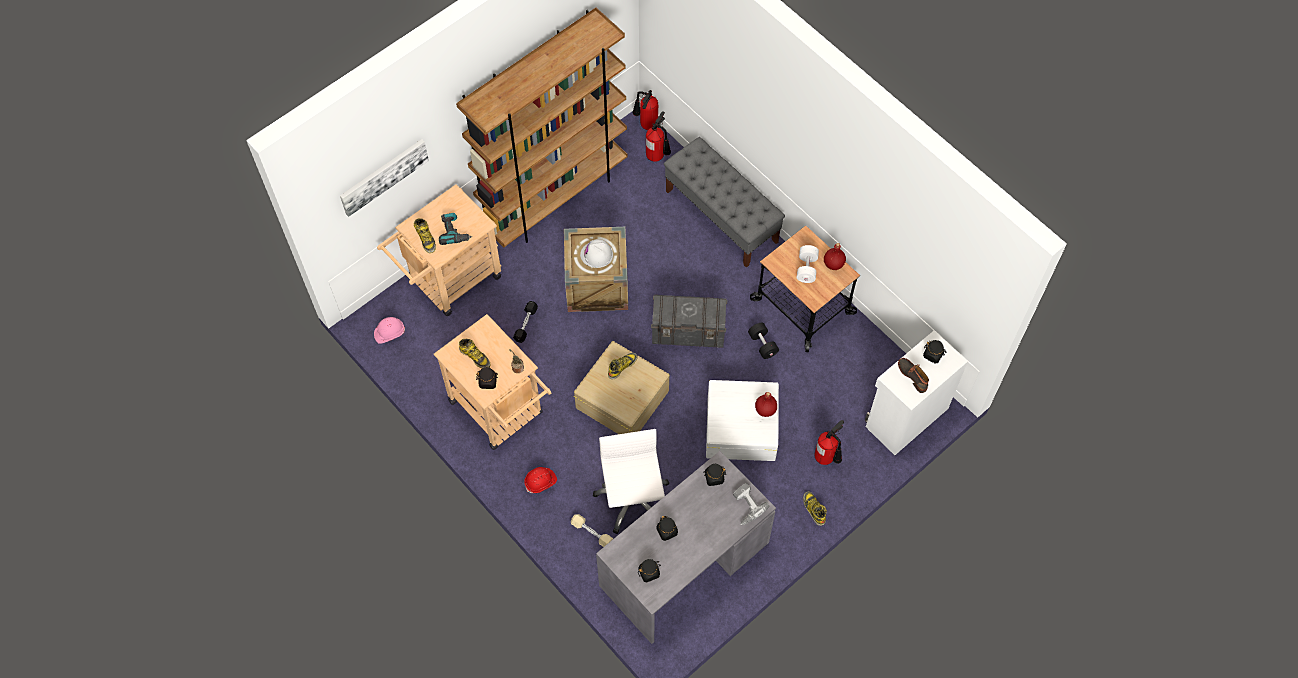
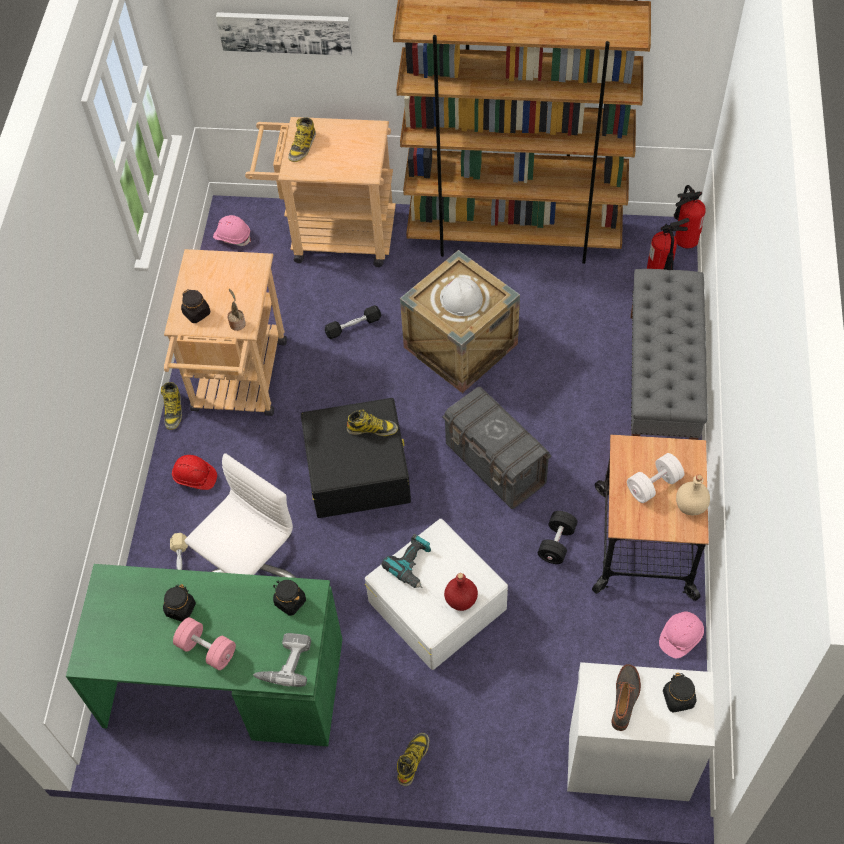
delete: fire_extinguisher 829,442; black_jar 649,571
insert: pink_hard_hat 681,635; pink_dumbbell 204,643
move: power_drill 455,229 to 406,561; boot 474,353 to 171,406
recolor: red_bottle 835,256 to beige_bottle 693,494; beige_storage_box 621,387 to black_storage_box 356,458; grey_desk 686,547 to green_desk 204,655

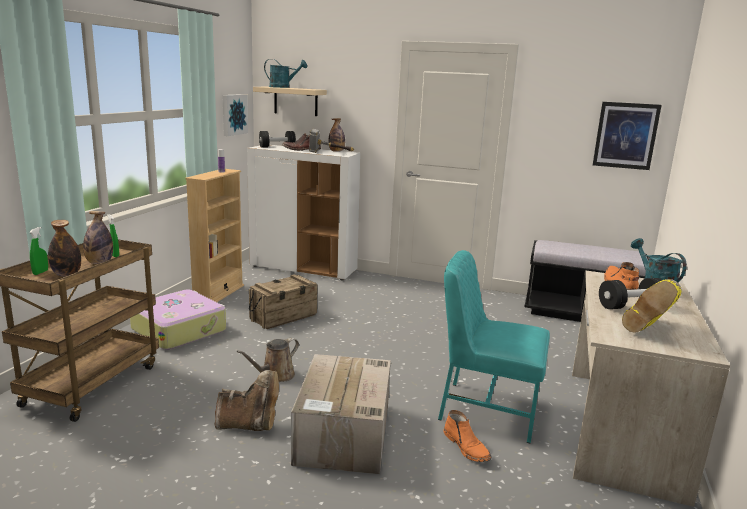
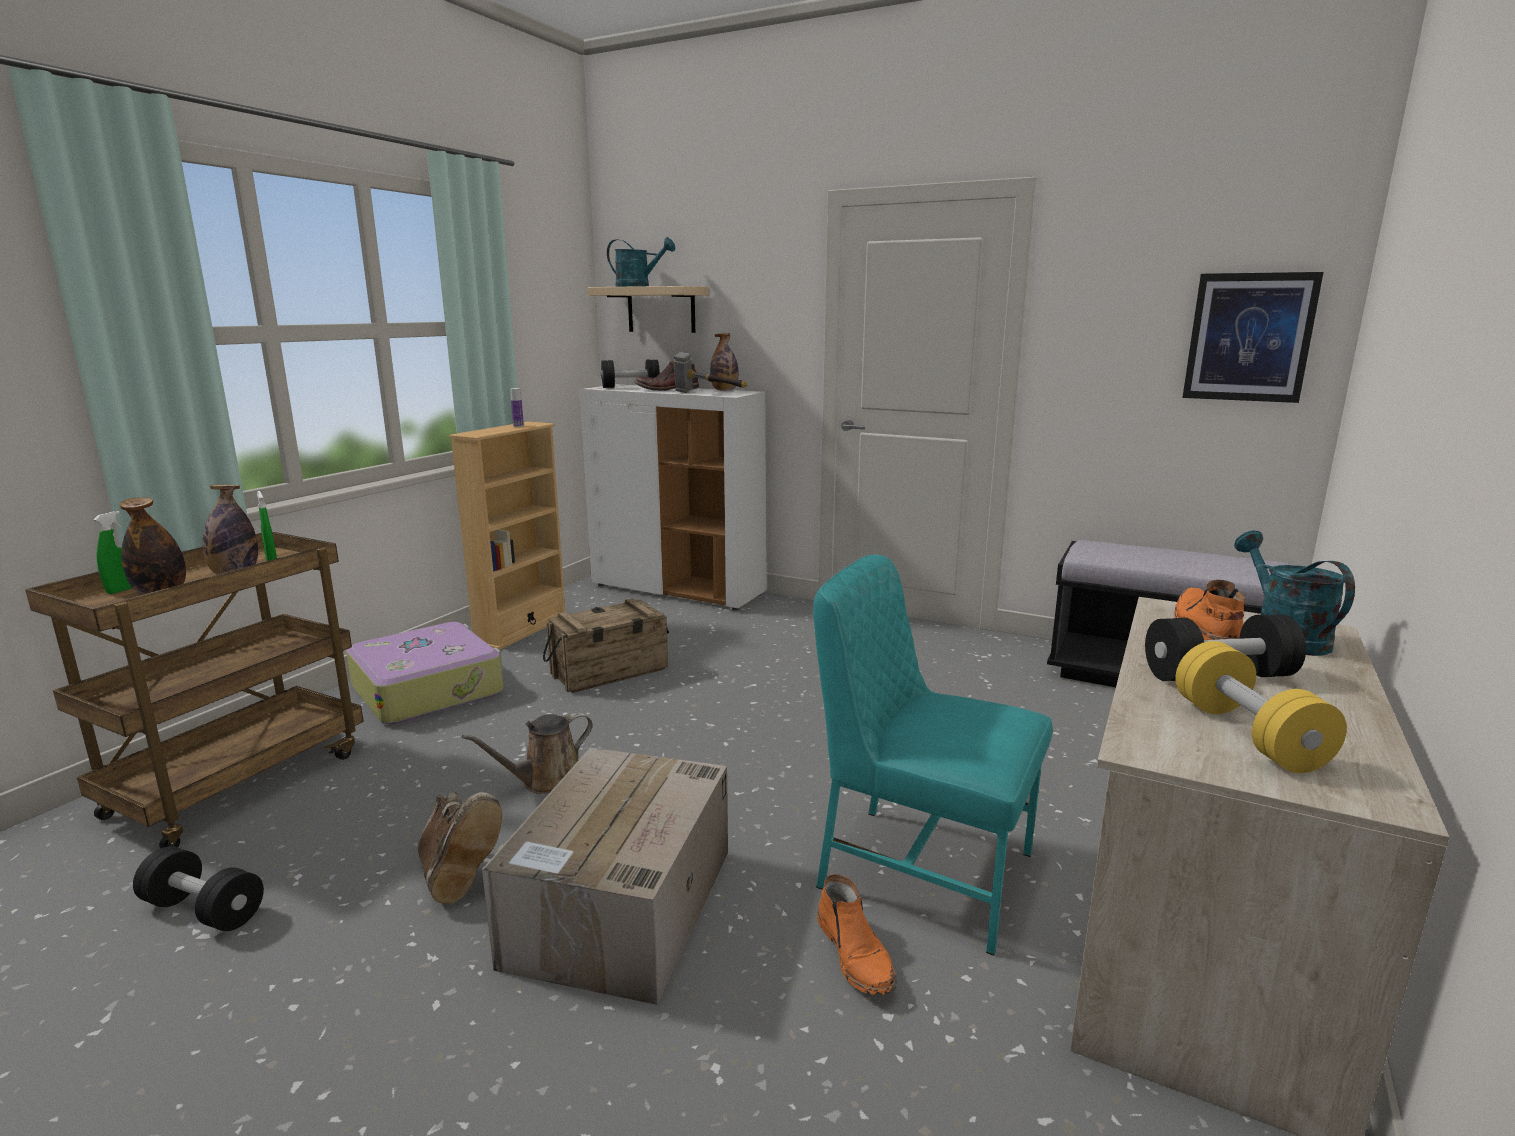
delete: picture 235,115
insert: black_dumbbell 198,888
replace: yellow_boot 652,305 to yellow_dumbbell 1261,707
rotate: brown_boot 246,400 = 460,848 45 degrees clockwise

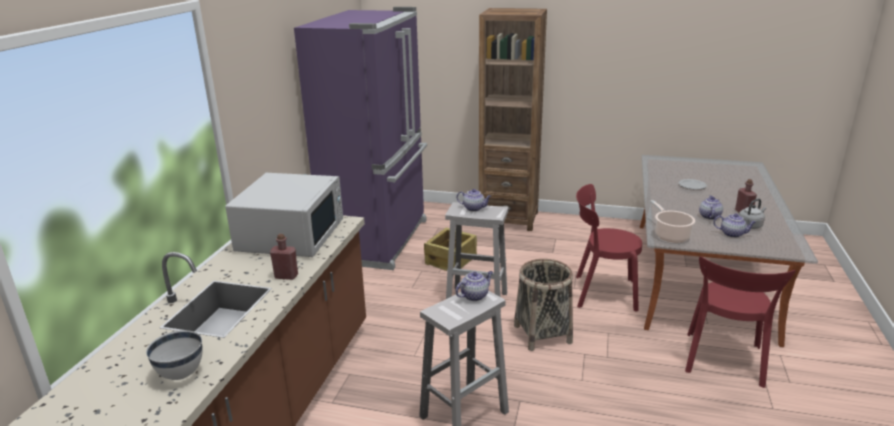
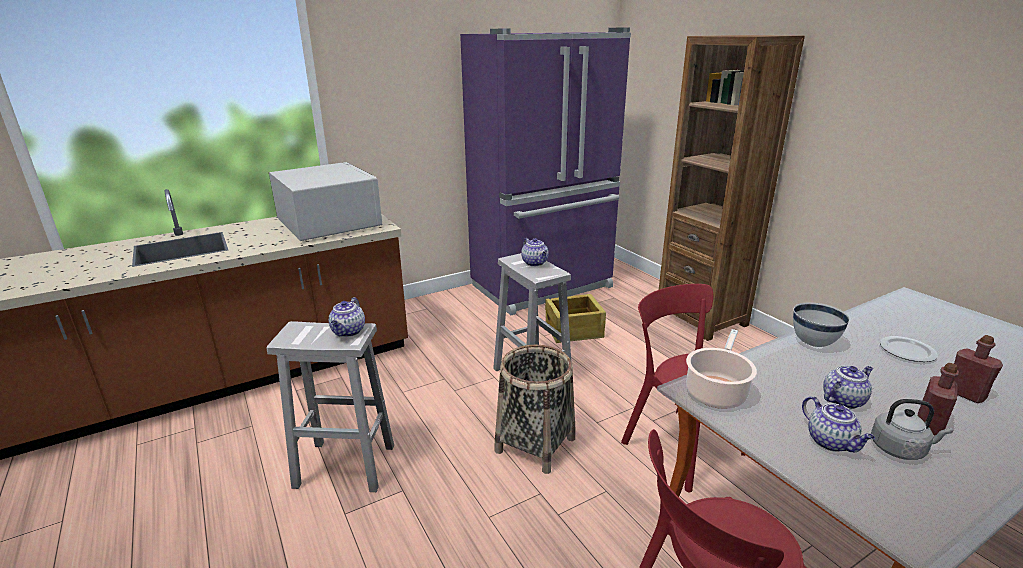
move: red_bottle 284,257 to 978,369; white_bowl 174,355 to 821,324
rotate: white_microwave 284,215 = 325,201 90 degrees counterclockwise; teapot 474,286 = 347,317 90 degrees clockwise

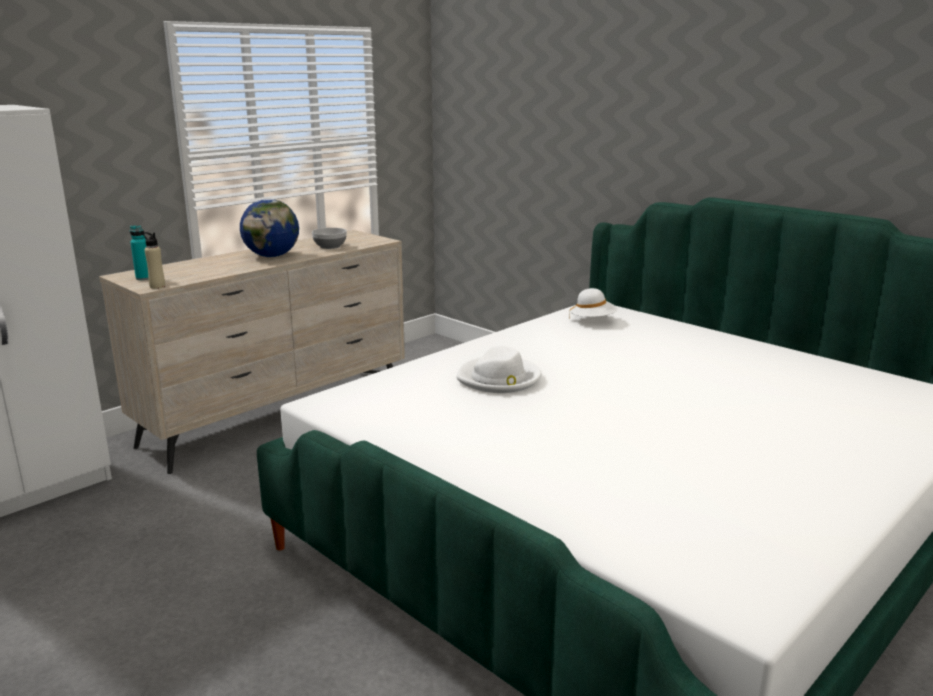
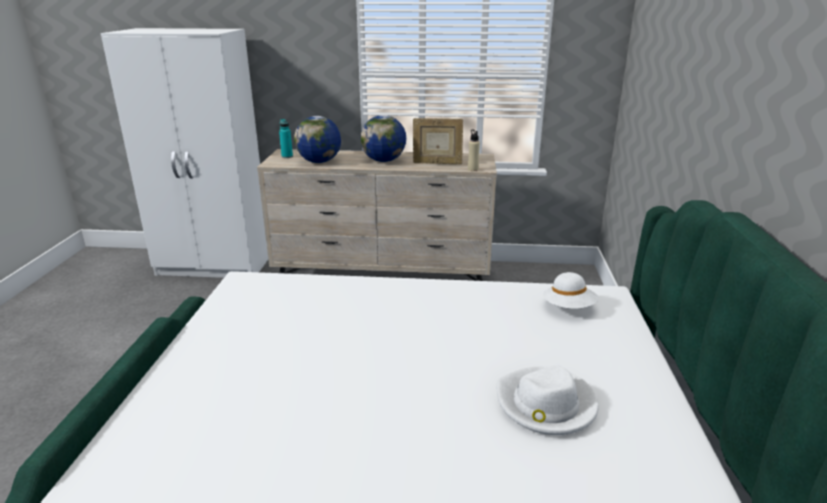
insert: globe 317,139
move: beige_bottle 154,260 to 474,150; white_hat 499,369 to 548,400
replace: bowl 329,238 to picture_frame 438,141

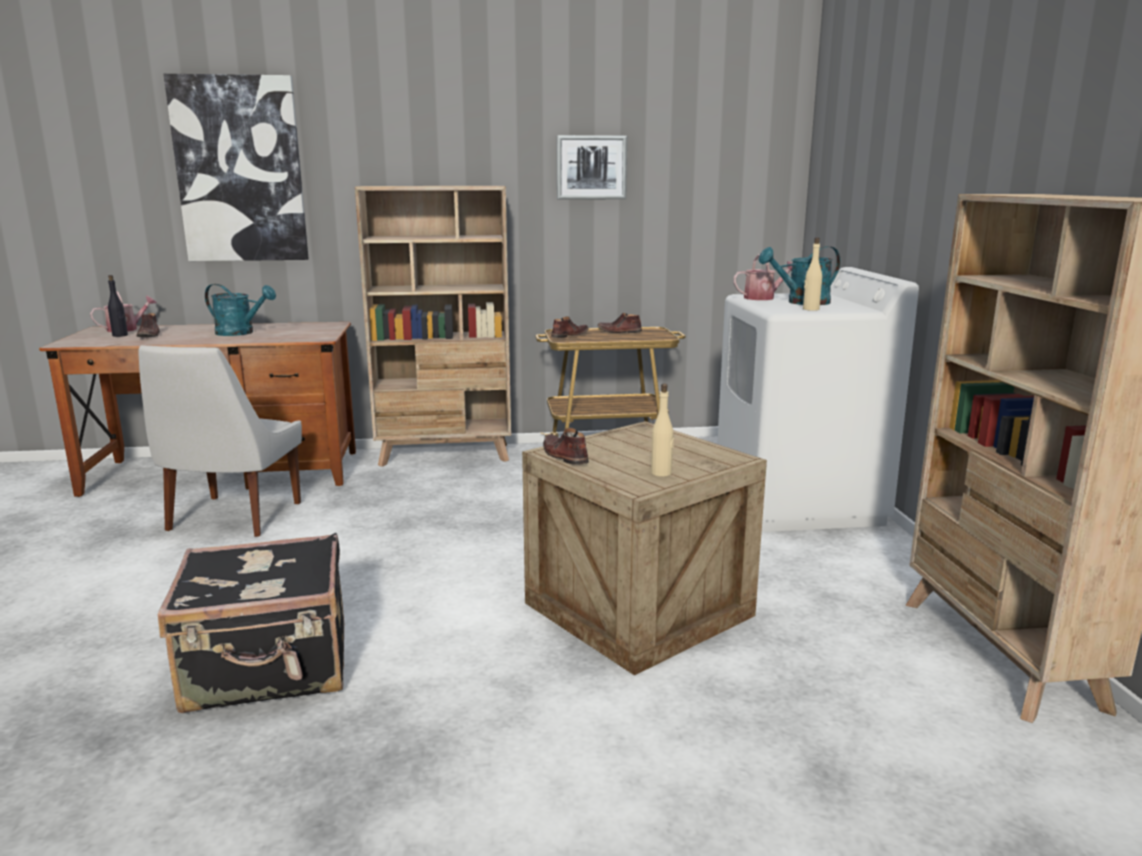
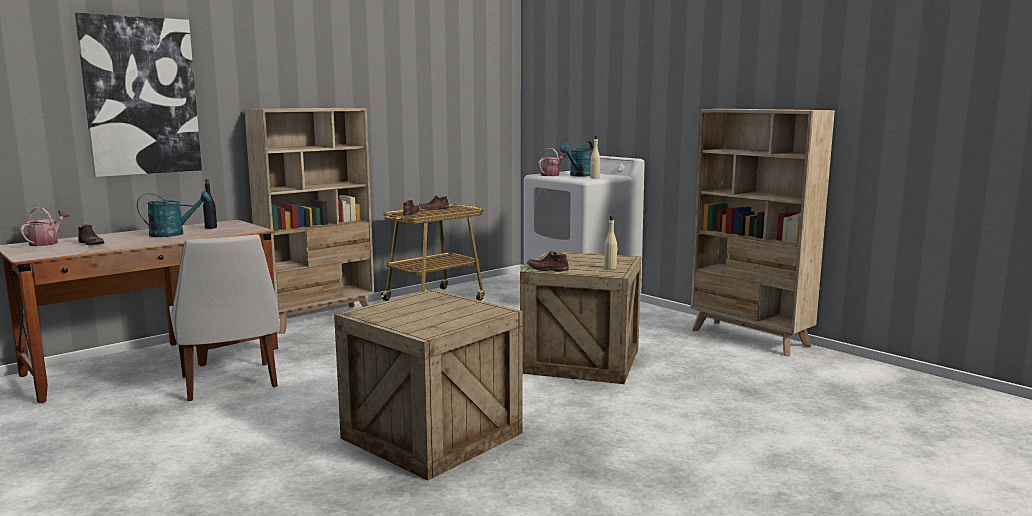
delete: picture 592,167
move: black_bottle 118,306 to 210,204
replace: black_suitcase 251,623 to crate 428,384

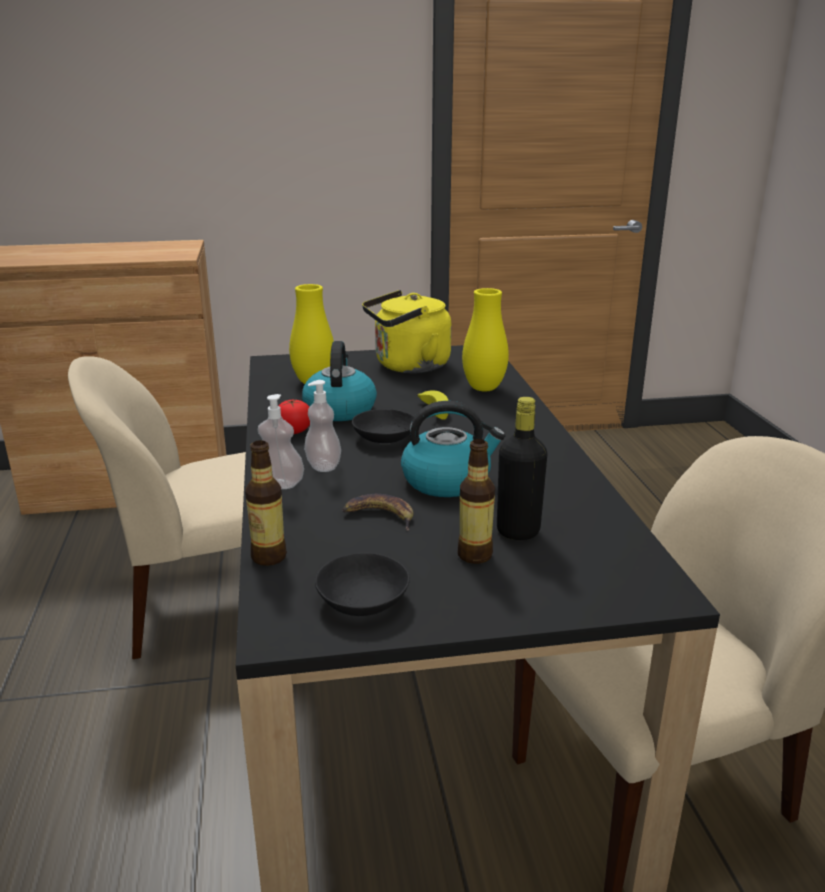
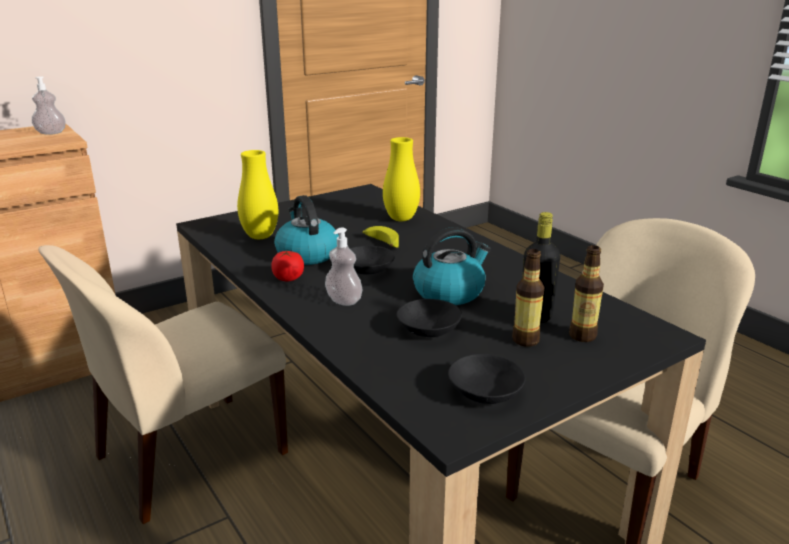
delete: yellow_kettle 406,331
move: soap_dispenser 281,441 to 49,105; bottle 266,503 to 586,293
replace: banana 378,512 to black_bowl 429,318

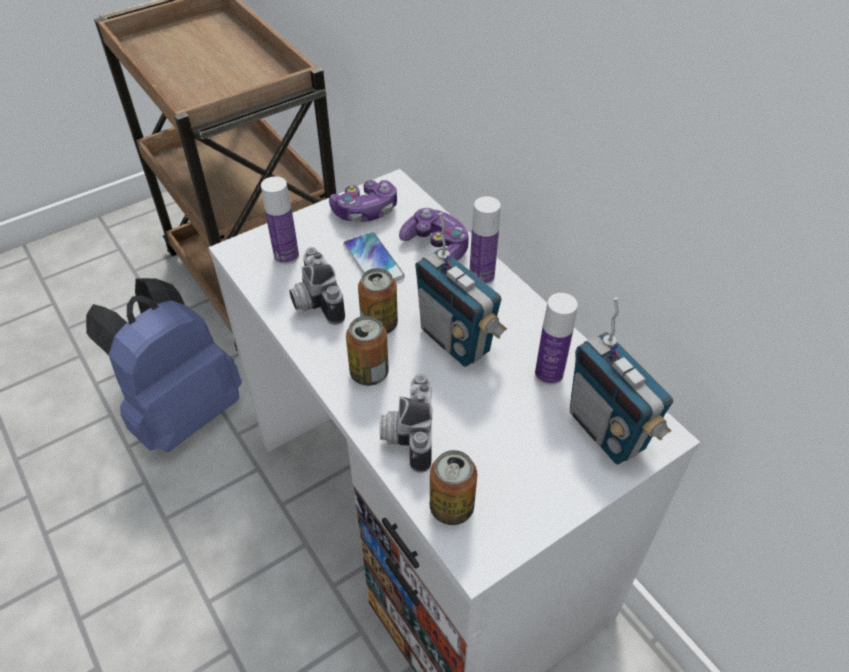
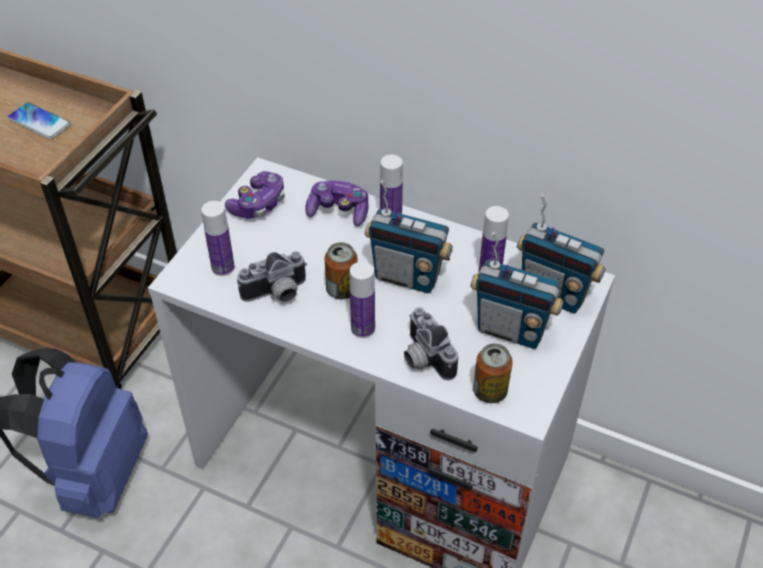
insert: radio 517,290
move: phone 374,256 to 39,120
replace: can 367,351 to bottle 362,300
rotate: photo_camera 317,286 = 272,276 60 degrees counterclockwise

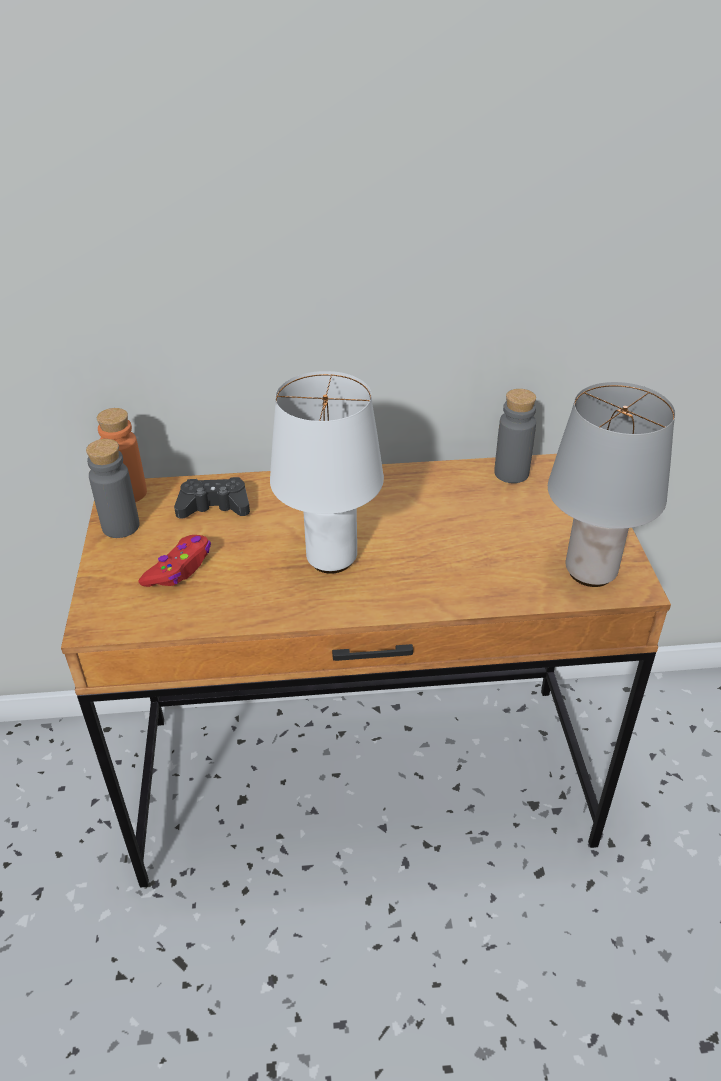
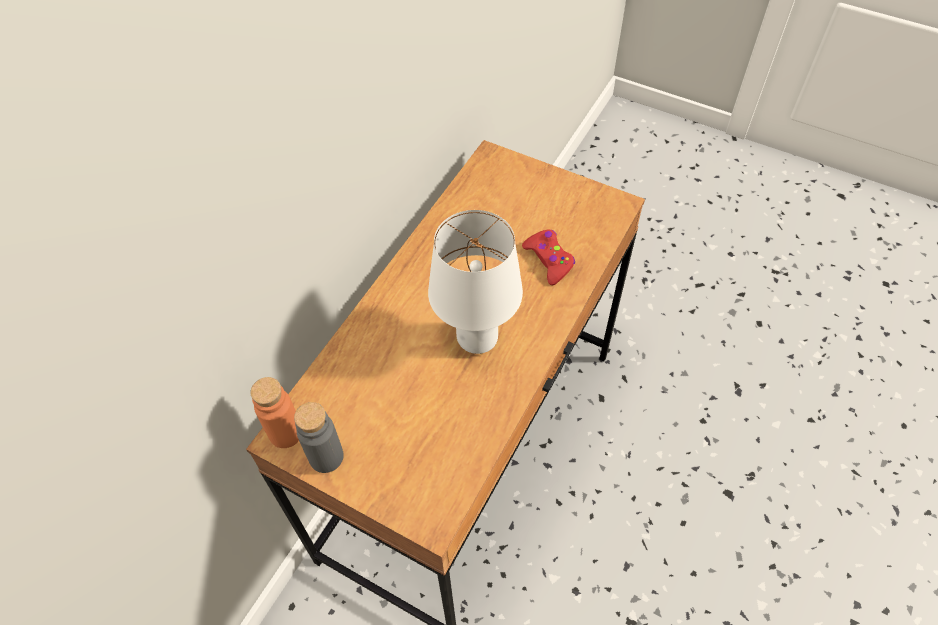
delete: grey_table_lamp 611,484; grey_bottle 515,436; black_game_controller 212,498
move: red_game_controller 174,561 to 548,257

